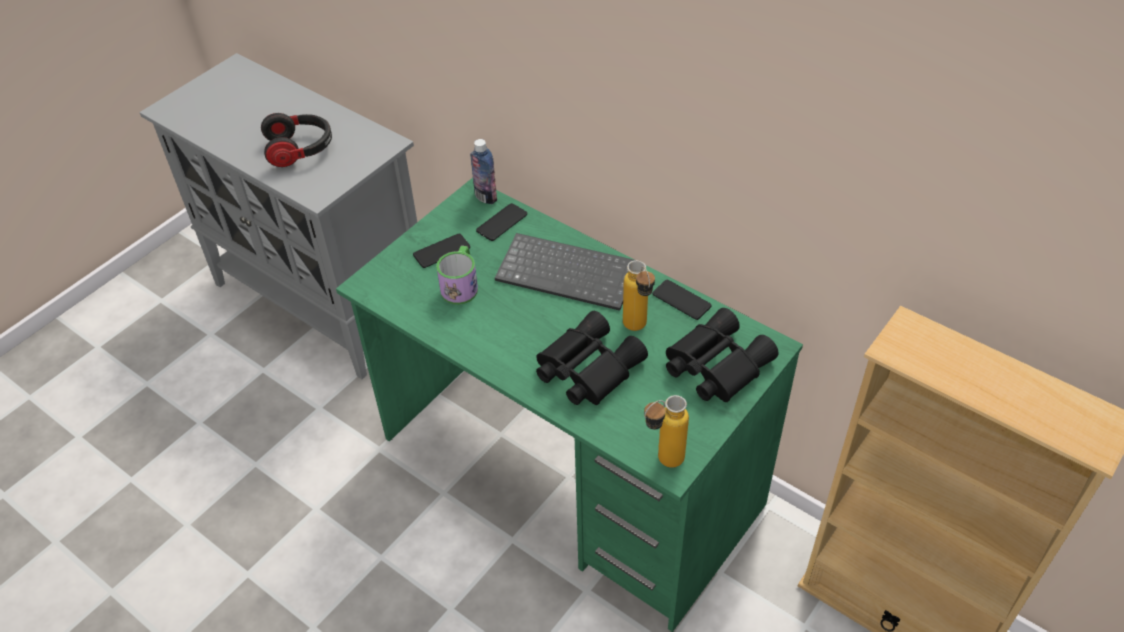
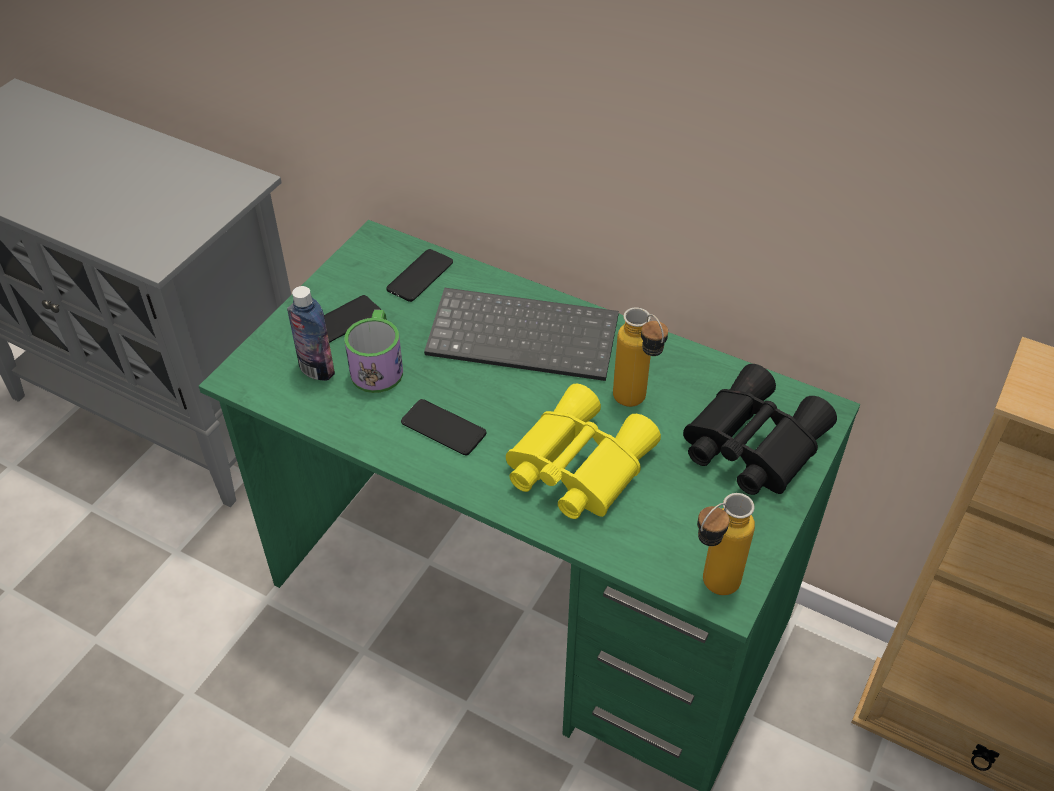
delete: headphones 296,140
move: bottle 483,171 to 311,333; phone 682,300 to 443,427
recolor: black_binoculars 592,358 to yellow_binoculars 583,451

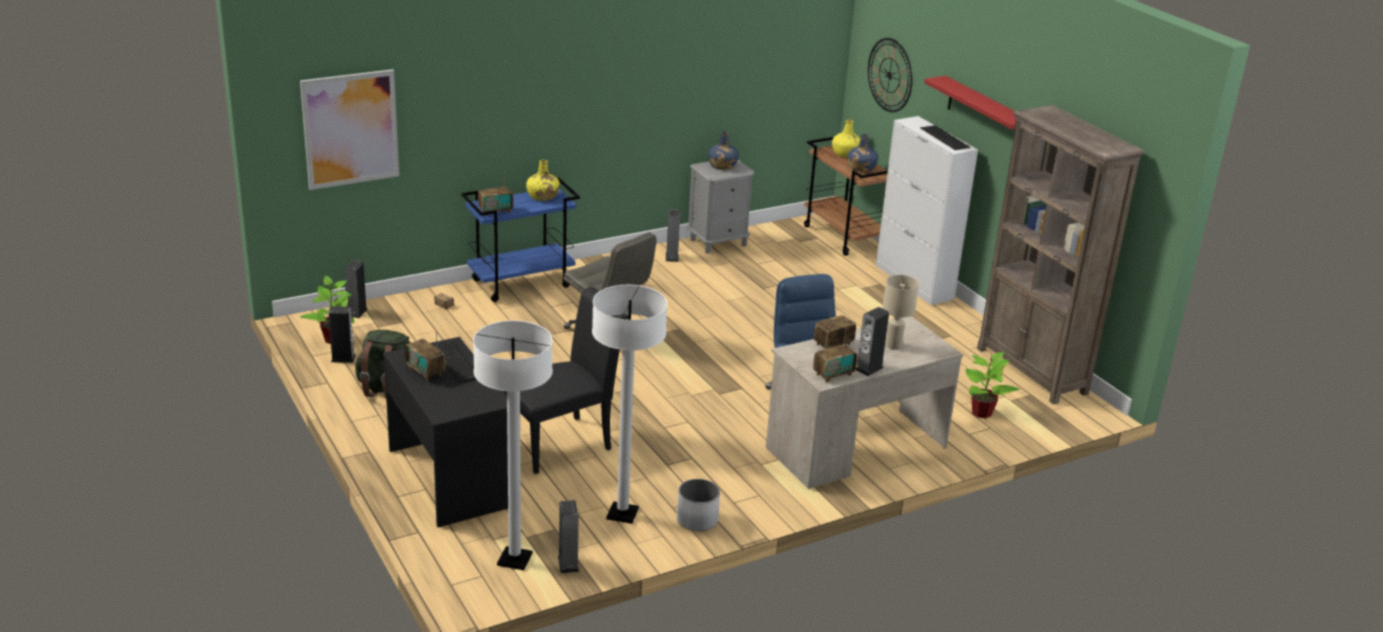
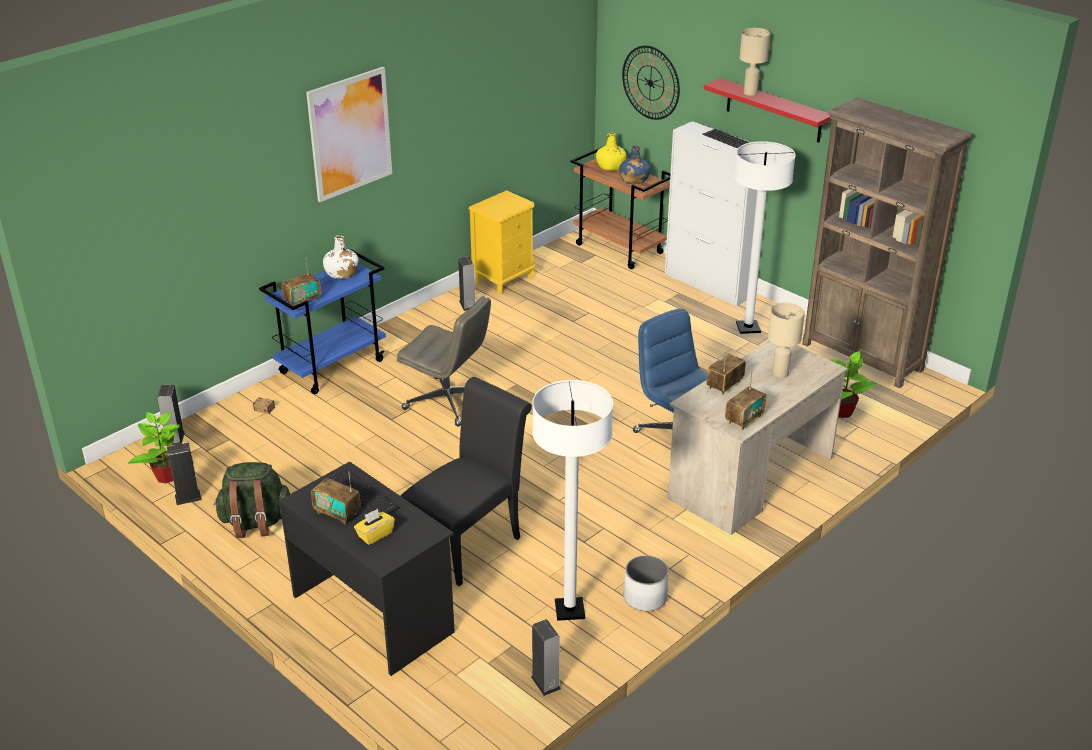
delete: blue_bottle 723,150; speaker 872,341
insert: beige_table_lamp 755,62; yellow_tissue_box 374,527
move: picture 349,129 to 349,134; white_floor_lamp 513,445 to 765,237
recolor: yellow_bottle 543,180 to white_bottle 341,257; grey_nightstand 720,207 to yellow_nightstand 501,242

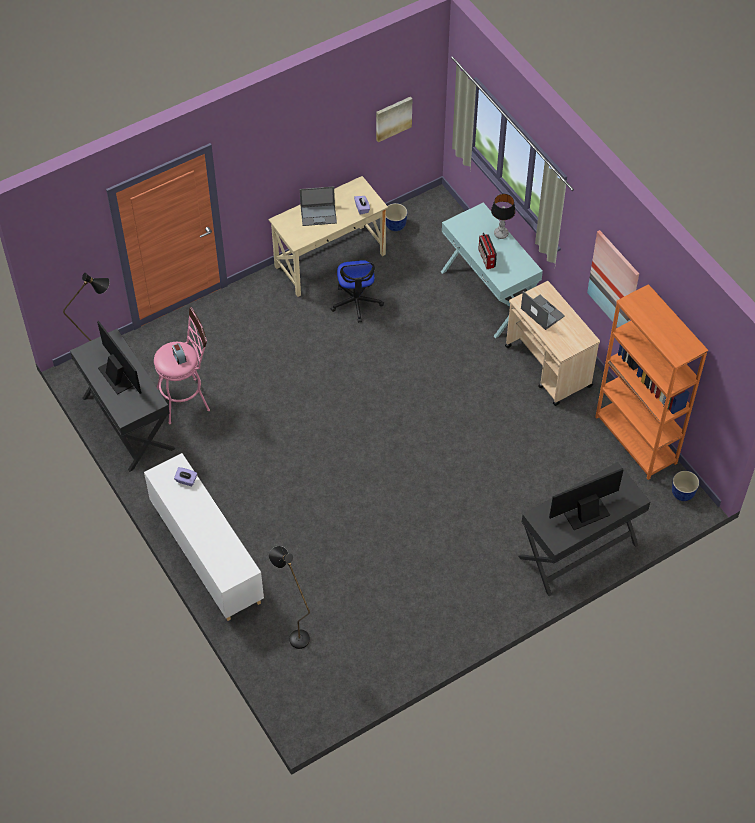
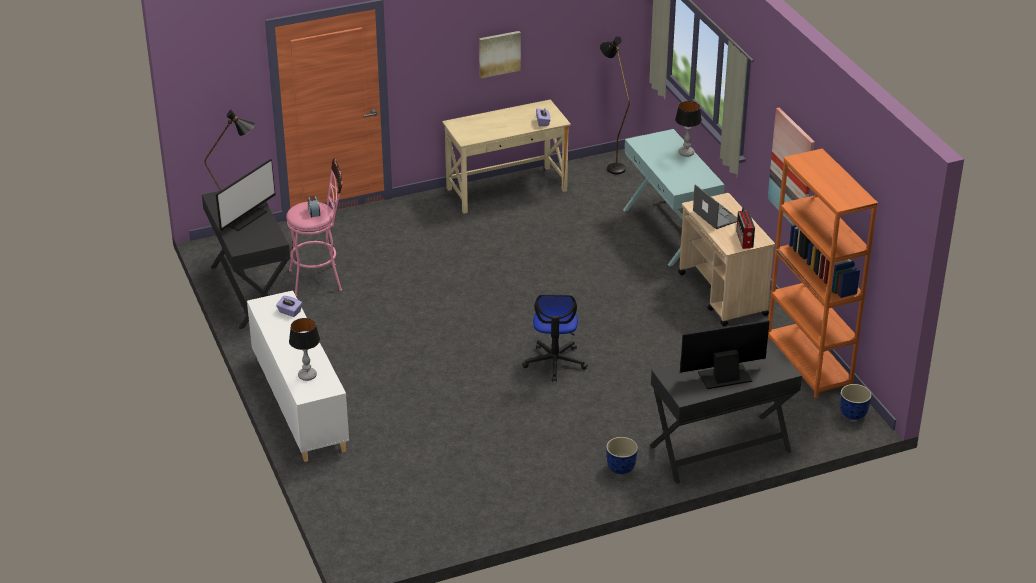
delete: laptop 318,206
insert: table_lamp 304,349
move: picture 394,119 to 500,54; planter 397,217 to 622,455; radio 487,251 to 745,228; office_chair 357,291 to 555,338; black_floor_lamp 289,597 to 615,105
rotate: monitor 119,358 = 246,195 60 degrees clockwise

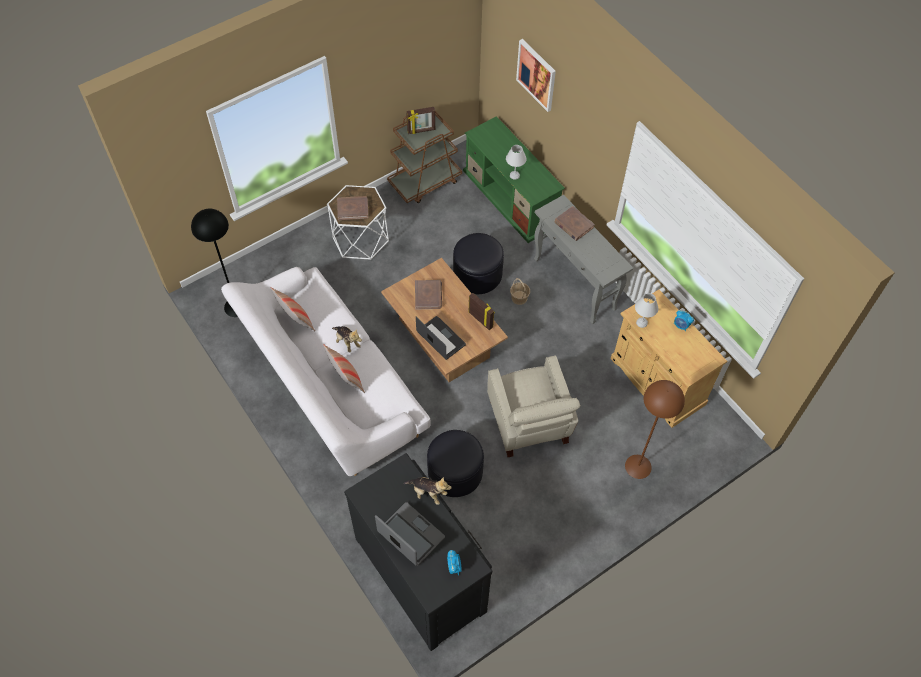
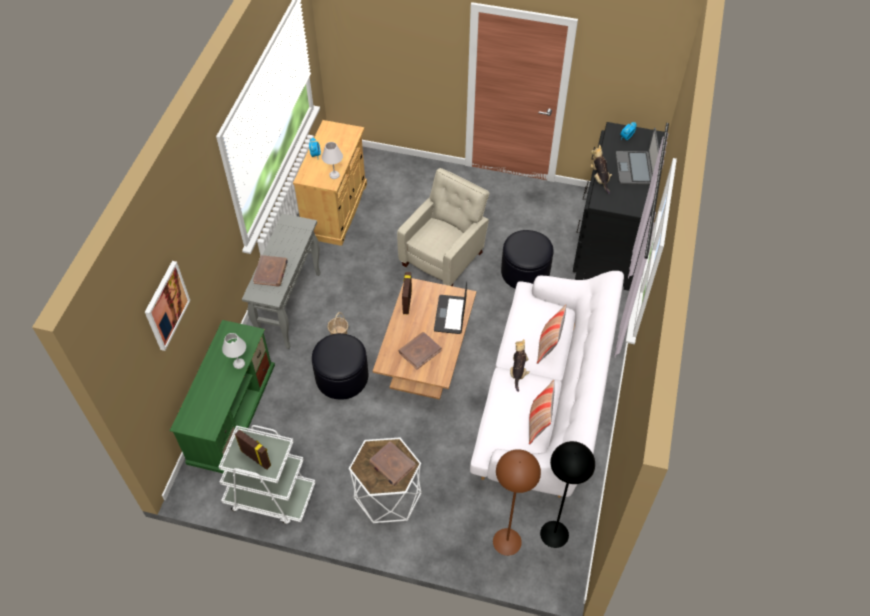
move: brown_floor_lamp 655,429 to 517,502
recolor: brown_cart 424,157 to white_cart 267,474

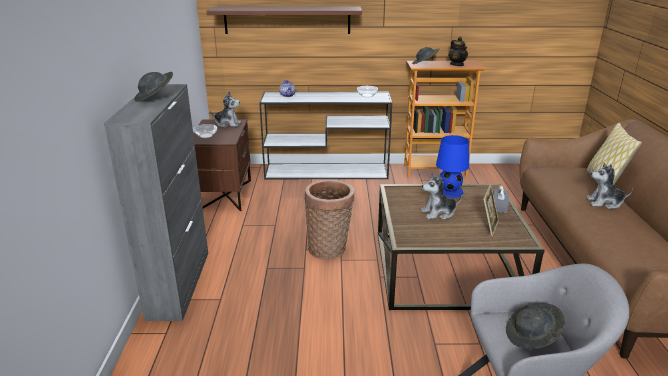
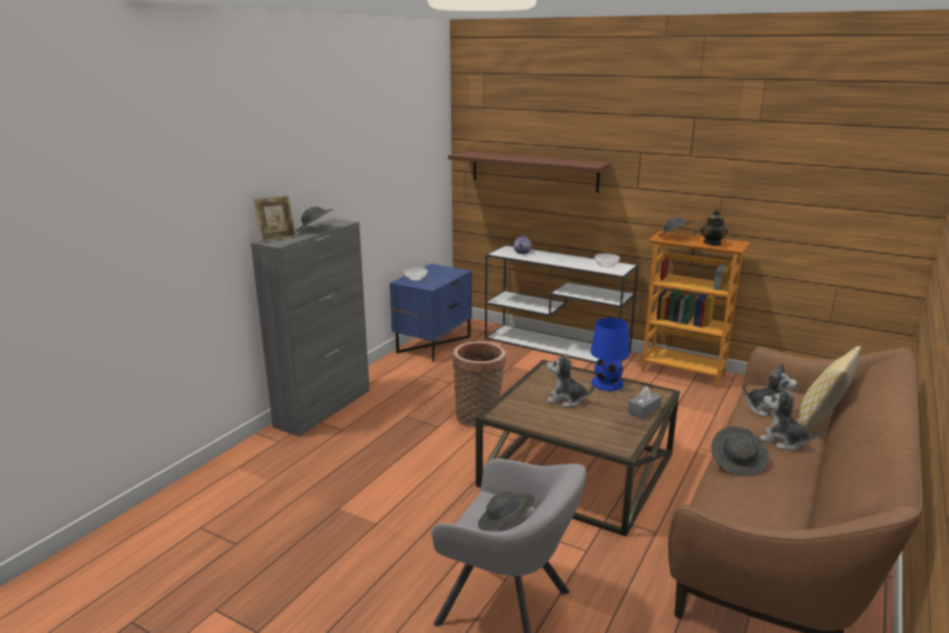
insert: grey_hat 740,451
move: plush_toy 225,109 to 770,390; picture_frame 491,210 to 275,219
recolor: brown_nightstand 222,165 to blue_nightstand 431,313

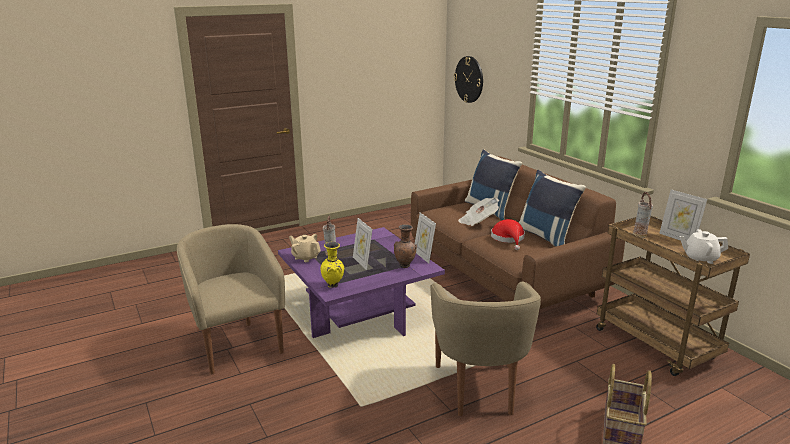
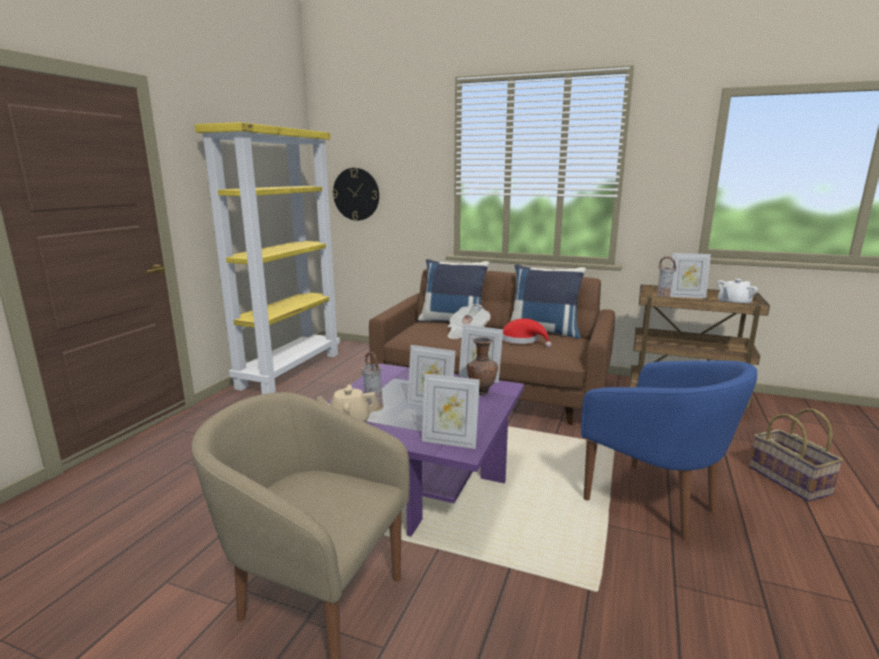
insert: yellow_bookcase 267,258
replace: yellow_vase 332,265 to picture_frame 451,411
recolor: beige_armchair 486,349 to blue_armchair 669,451

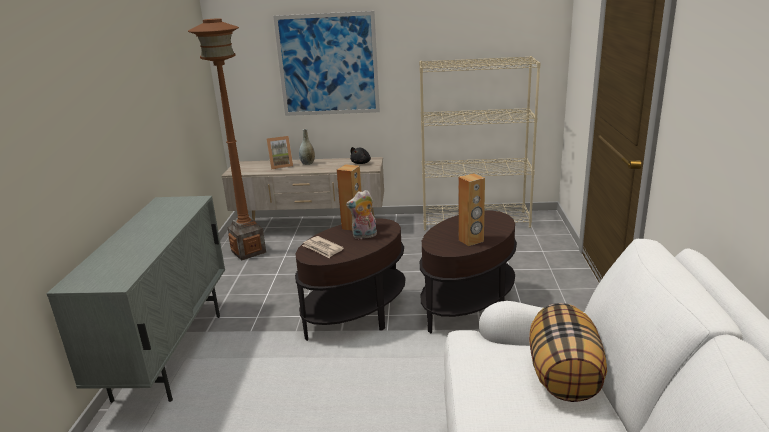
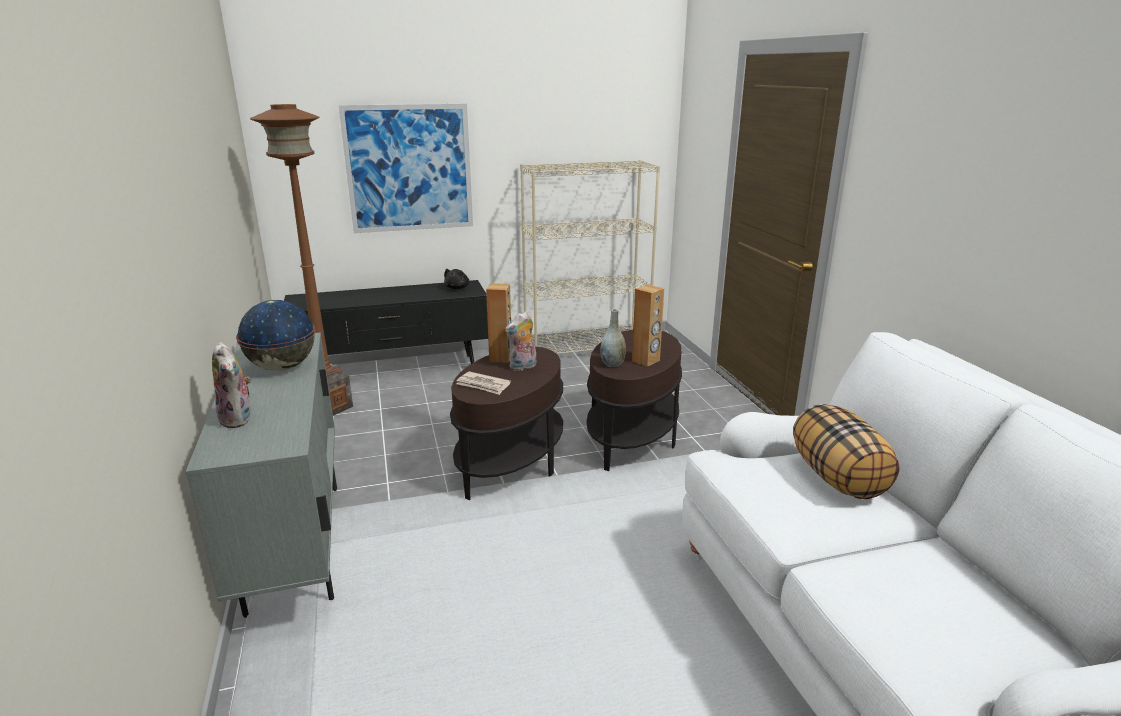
delete: picture_frame 280,152
insert: globe 276,335; plush_toy 231,385
move: grey_vase 307,147 to 613,338
recolor: beige_tv_stand 303,188 to black_tv_stand 386,322

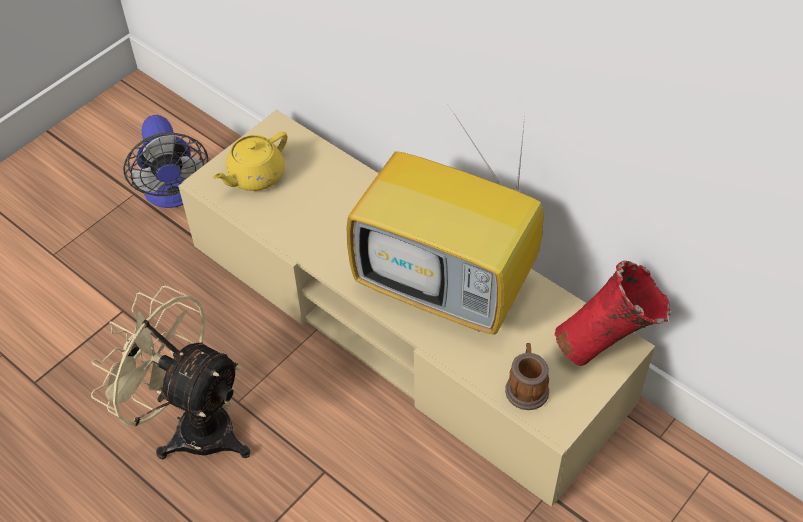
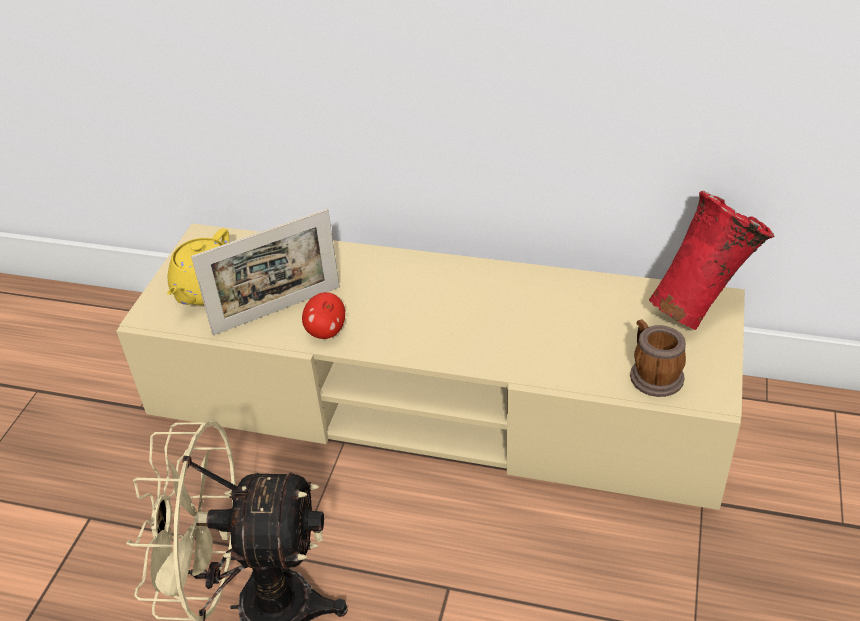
delete: television 445,223; fan 165,161
insert: picture_frame 265,272; apple 323,315

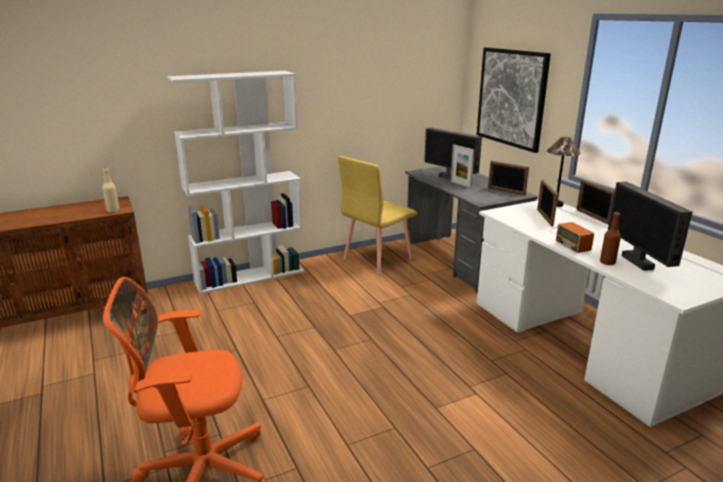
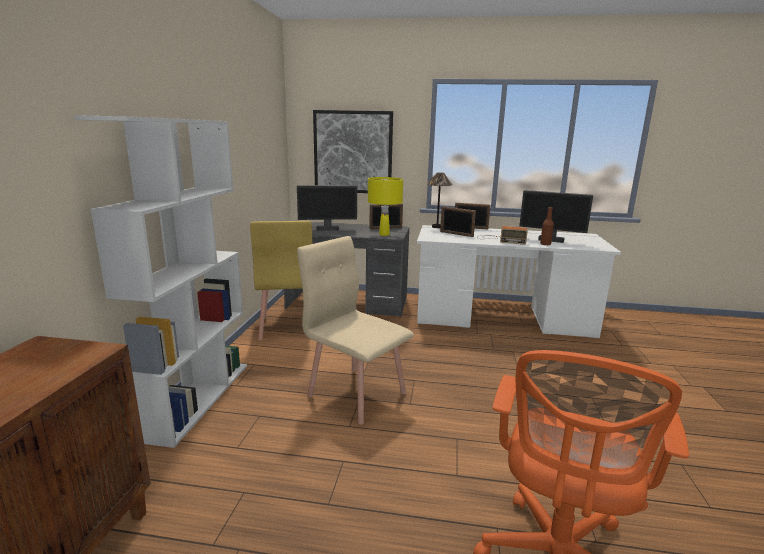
delete: picture_frame 462,166; beige_bottle 111,190
insert: yellow_table_lamp 385,206; beige_chair 355,330

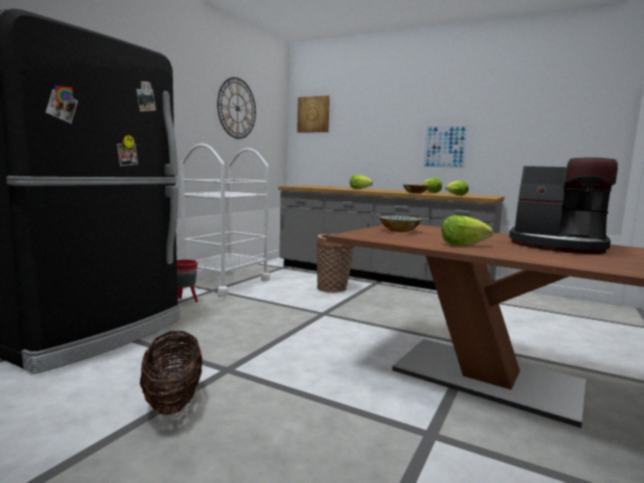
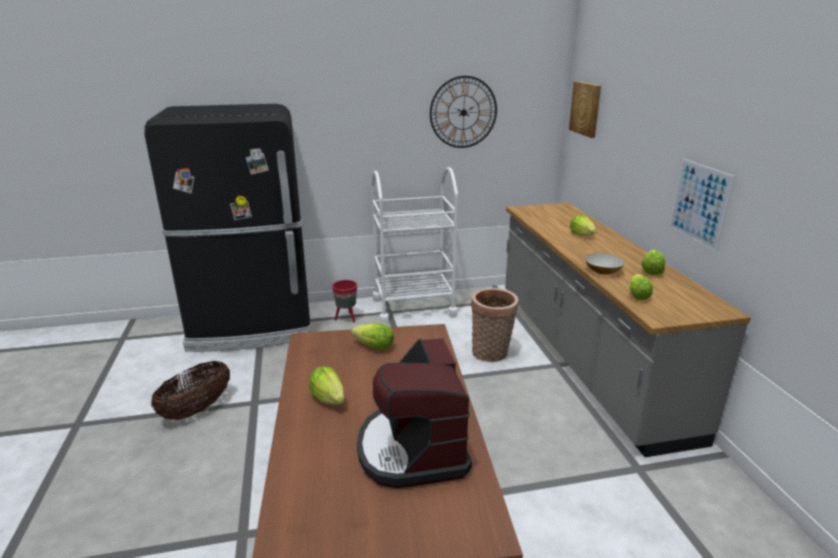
replace: bowl 400,224 to lettuce 372,336

